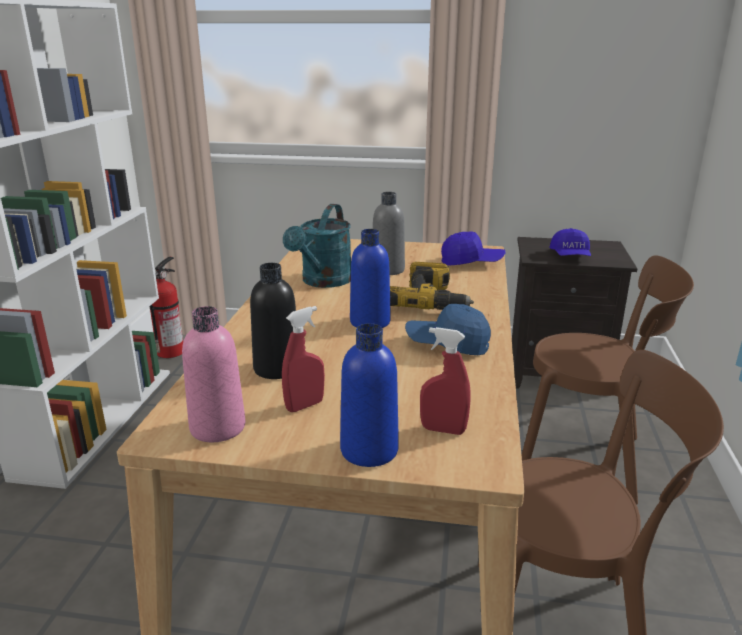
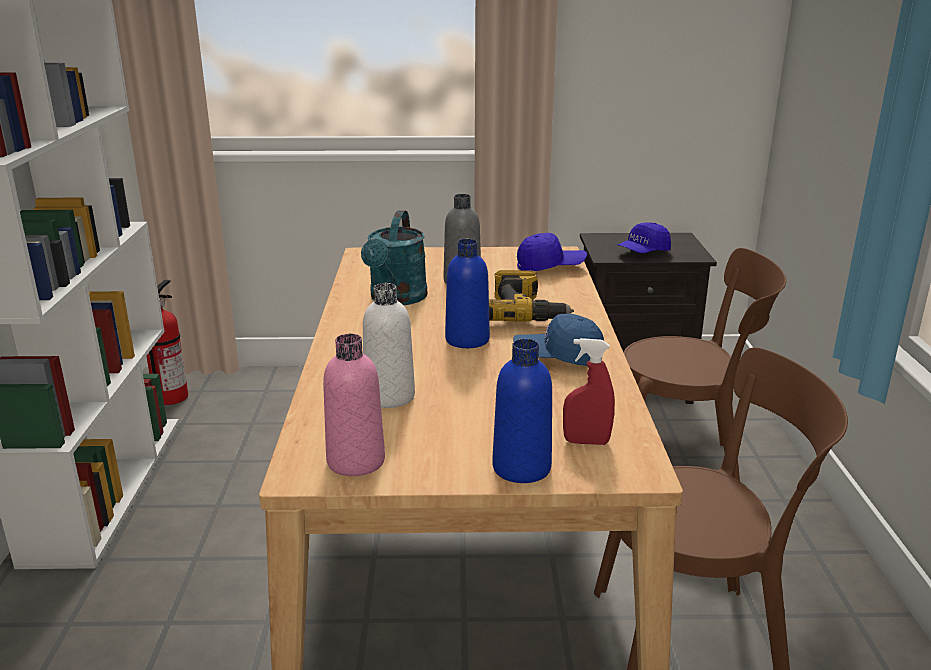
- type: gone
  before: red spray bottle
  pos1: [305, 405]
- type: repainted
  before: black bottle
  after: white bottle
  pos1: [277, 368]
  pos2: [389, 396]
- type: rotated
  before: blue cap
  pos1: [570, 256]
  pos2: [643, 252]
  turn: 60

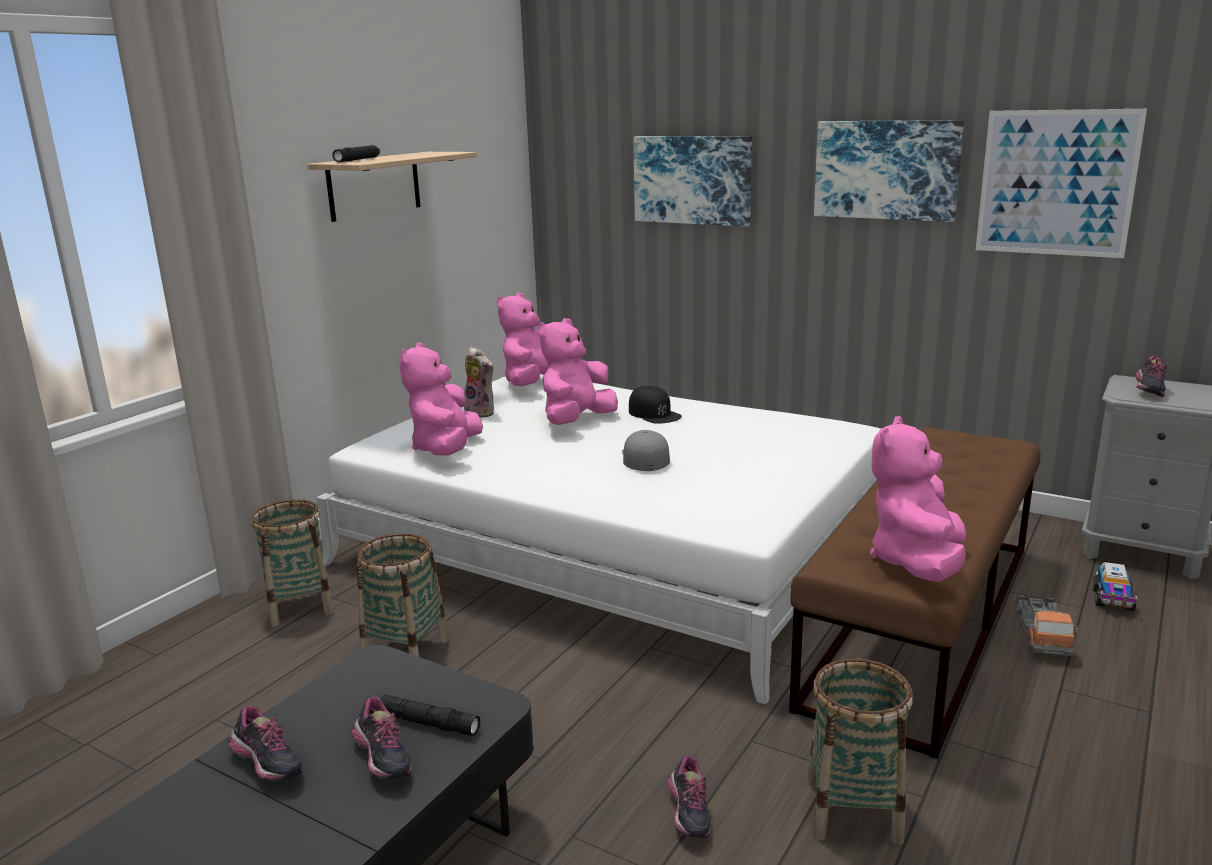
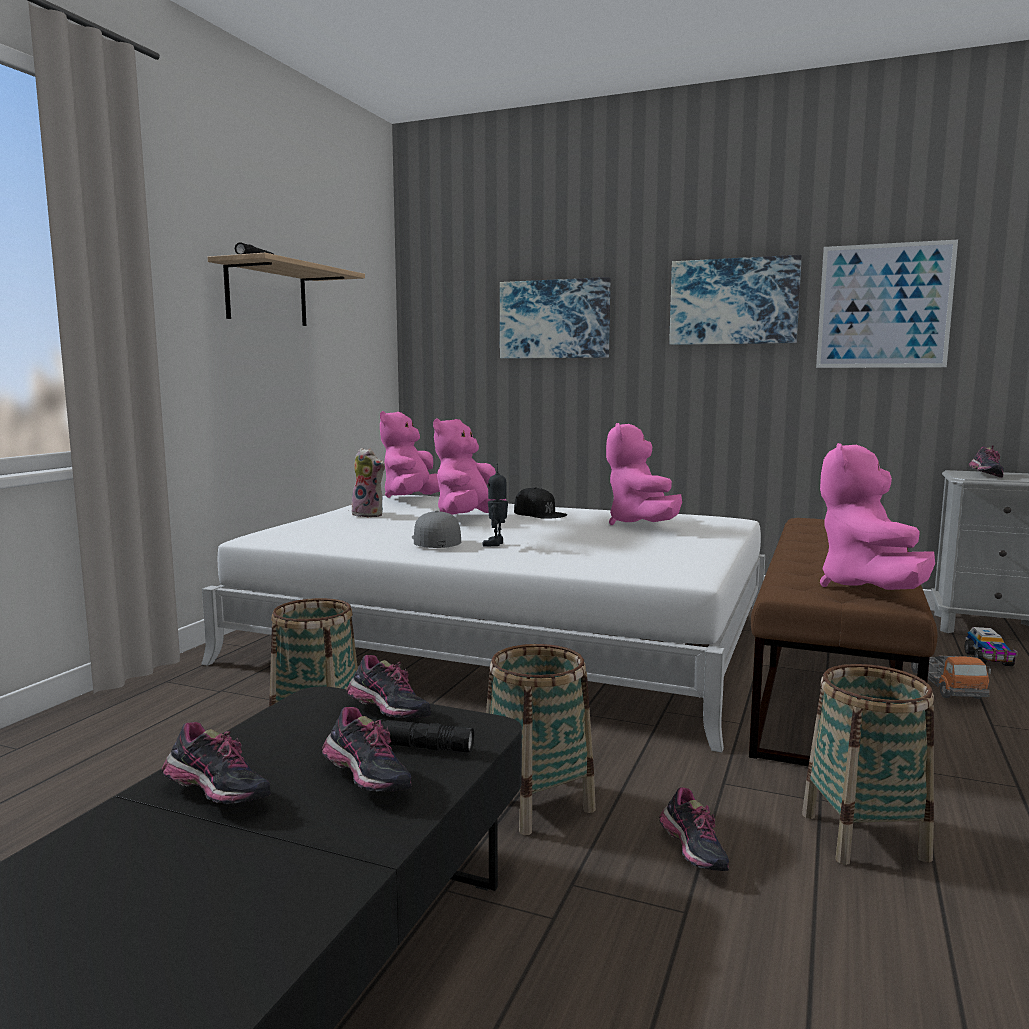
- type: new
  after: shoe
  pos2: [388, 715]
- type: new
  after: toy robot
  pos2: [496, 544]
- type: shifted
  before: basket
  pos1: [300, 606]
  pos2: [537, 803]
- type: shifted
  before: pink plush toy
  pos1: [446, 450]
  pos2: [640, 524]
- type: shifted
  before: grey cap
  pos1: [644, 458]
  pos2: [435, 540]

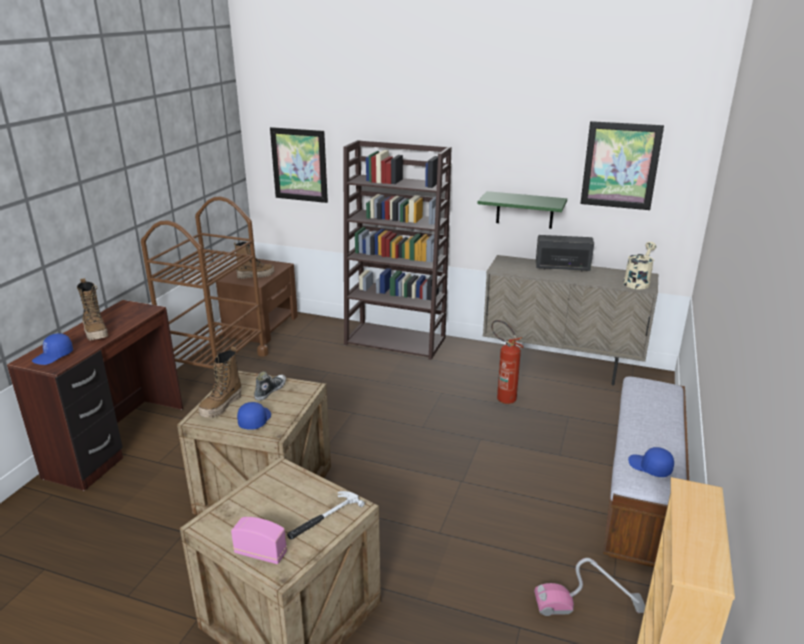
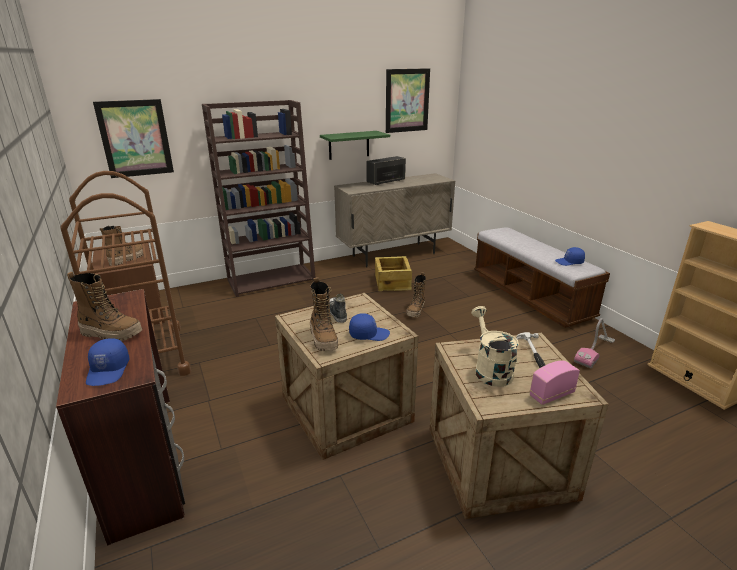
- type: new
  after: boot
  pos2: [416, 311]
- type: shifted
  before: beige watering can
  pos1: [637, 282]
  pos2: [490, 369]
- type: swapped
  before: fire extinguisher
  after: crate
  pos1: [502, 397]
  pos2: [393, 282]
- type: rotated
  before: blue cap
  pos1: [254, 420]
  pos2: [369, 334]
  turn: 120

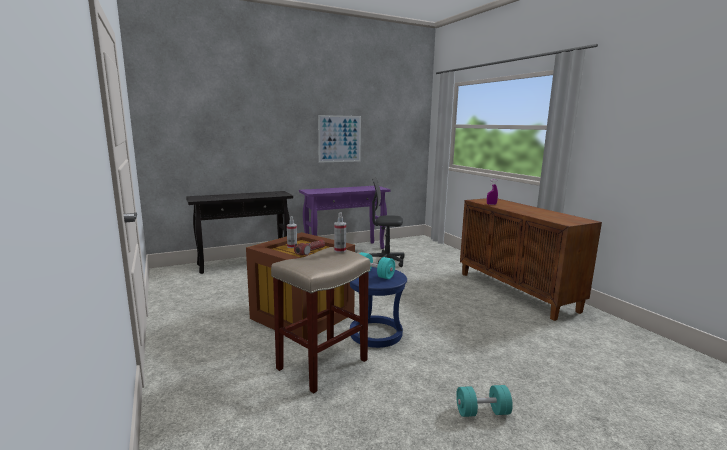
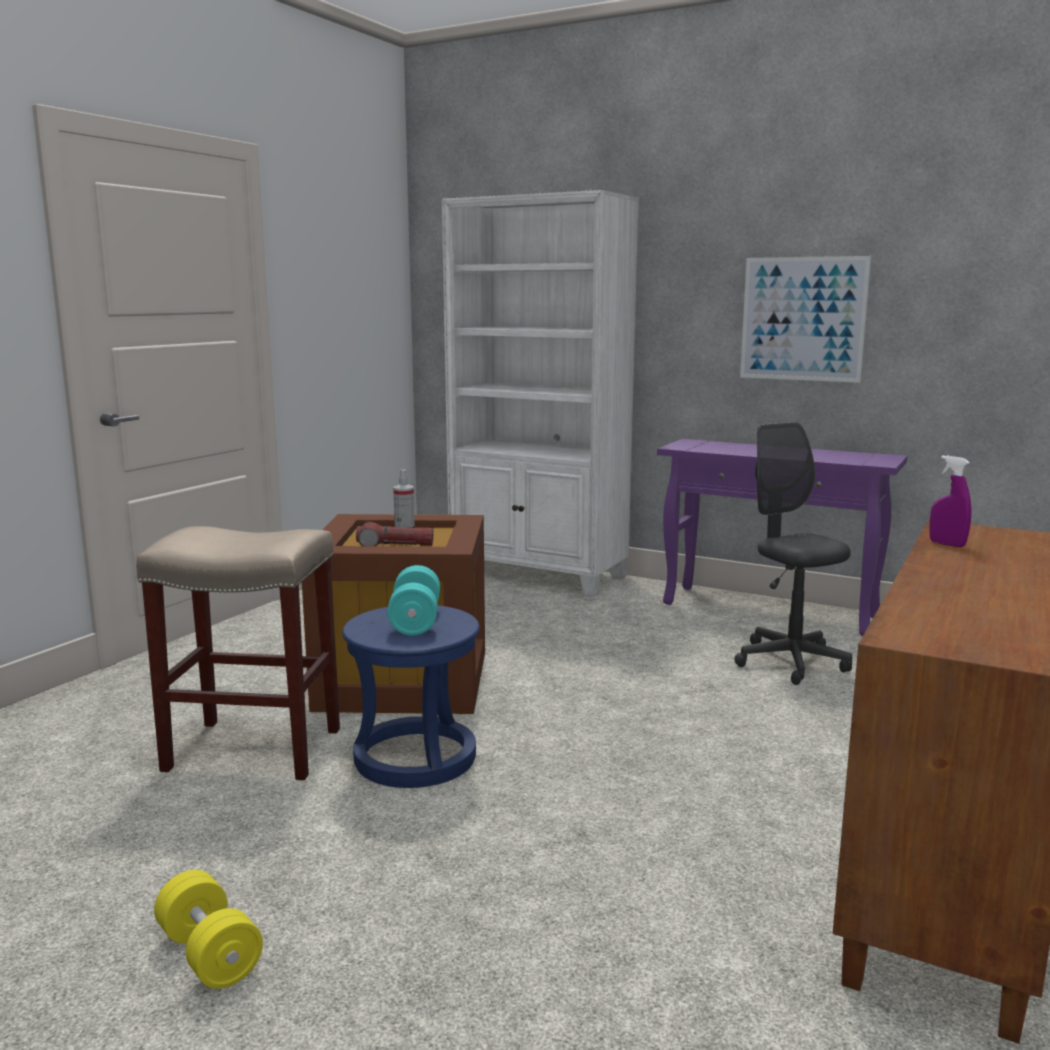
- type: gone
  before: spray bottle
  pos1: [340, 250]
- type: swapped
  before: black console table
  after: white bookcase
  pos1: [245, 263]
  pos2: [539, 575]
- type: repainted
  before: turquoise dumbbell
  after: yellow dumbbell
  pos1: [482, 412]
  pos2: [209, 954]

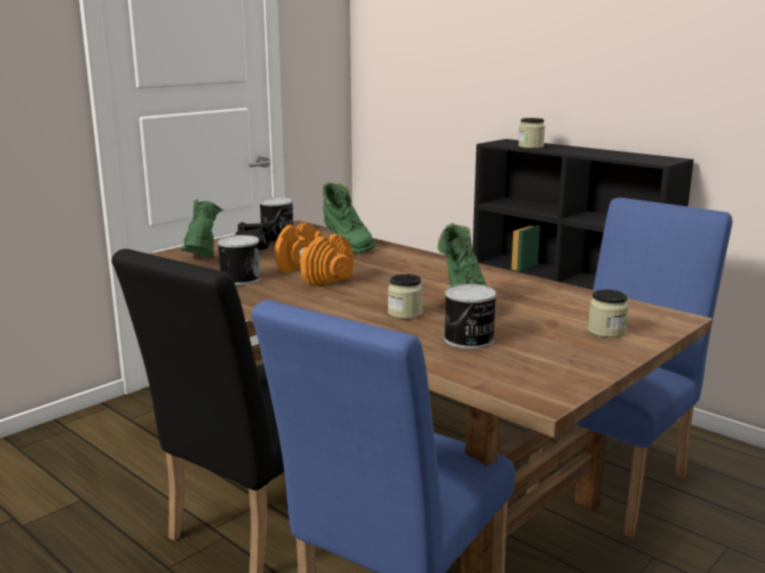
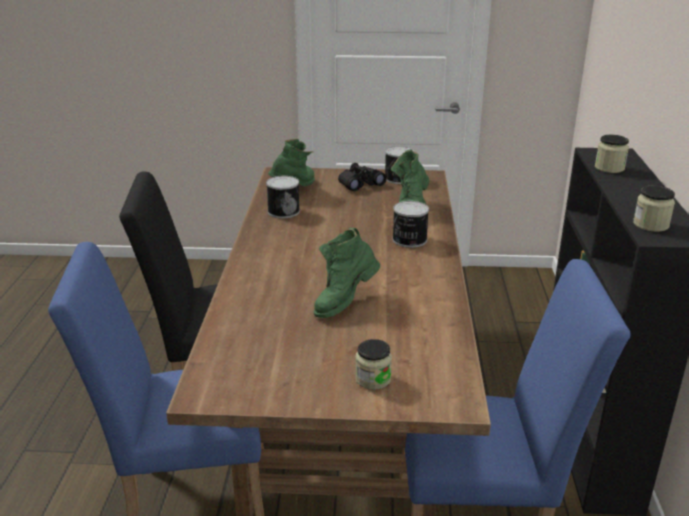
- type: gone
  before: orange dumbbell
  pos1: [313, 274]
- type: shifted
  before: jar
  pos1: [405, 313]
  pos2: [650, 224]
- type: shifted
  before: can
  pos1: [469, 340]
  pos2: [409, 240]

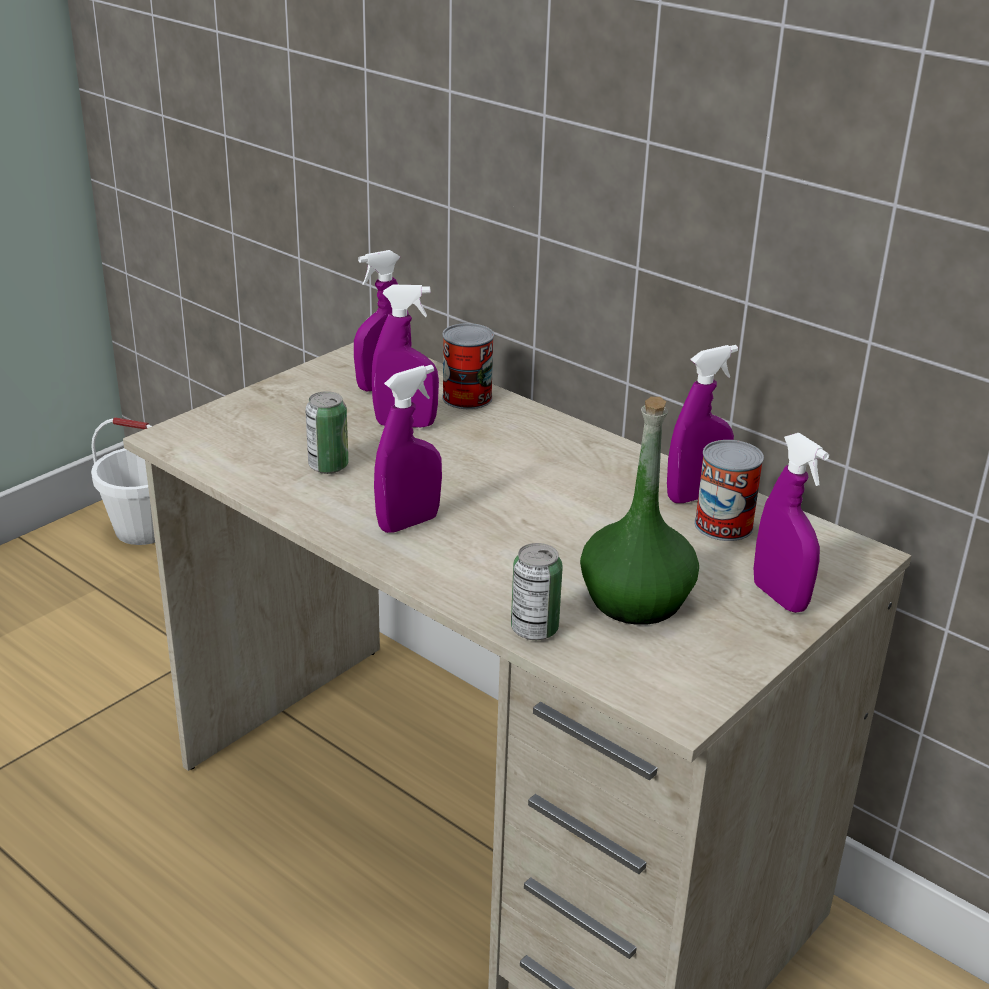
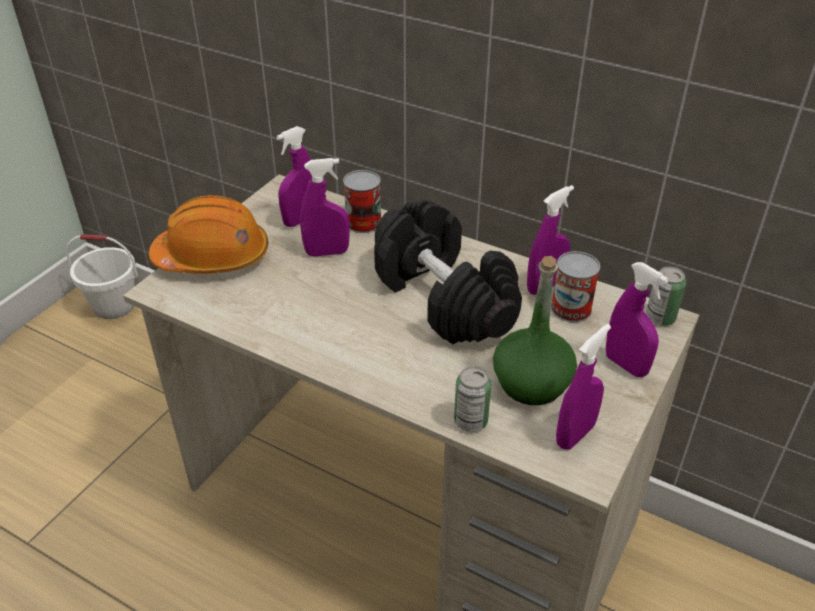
- type: new
  after: orange hard hat
  pos2: [213, 257]
- type: new
  after: black dumbbell
  pos2: [445, 298]
- type: shifted
  before: can
  pos1: [328, 466]
  pos2: [660, 318]
- type: shifted
  before: purple spray bottle
  pos1: [408, 523]
  pos2: [575, 435]

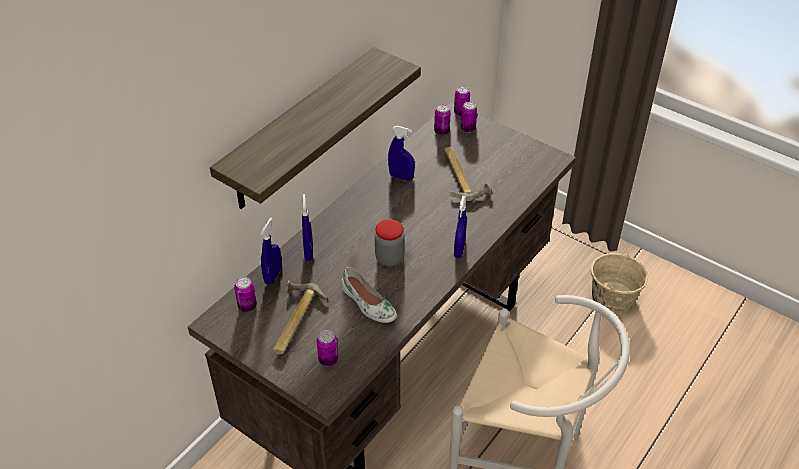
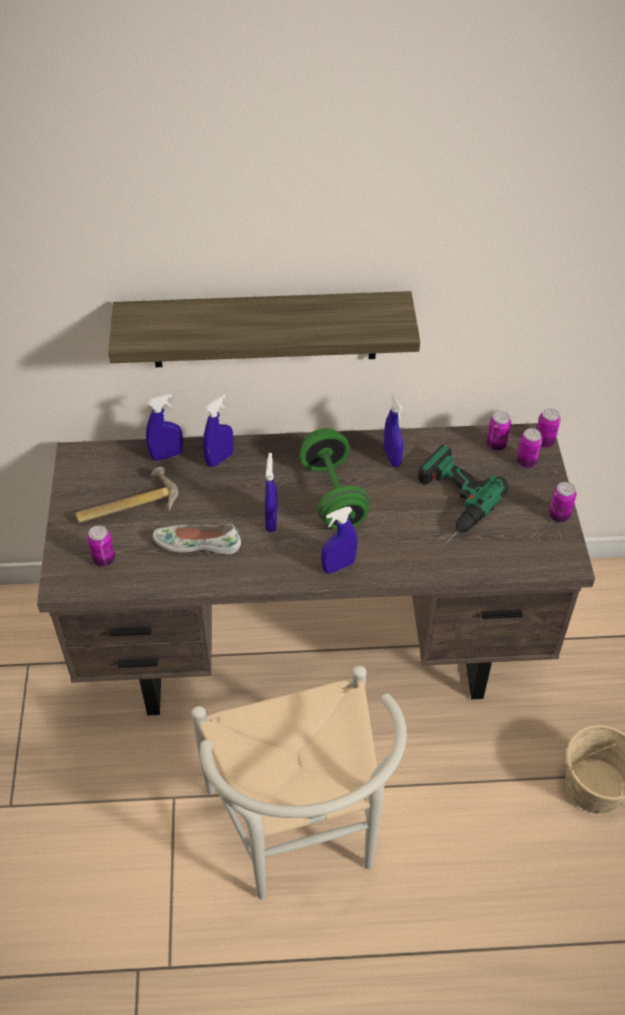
- type: new
  after: green dumbbell
  pos2: [333, 495]
- type: shifted
  before: can
  pos1: [247, 306]
  pos2: [558, 516]
- type: swapped
  before: jar
  after: blue spray bottle
  pos1: [389, 258]
  pos2: [271, 520]
- type: swapped
  before: hammer
  after: power drill
  pos1: [462, 176]
  pos2: [448, 503]
- type: rotated
  before: white shoe
  pos1: [368, 304]
  pos2: [197, 543]
  turn: 90

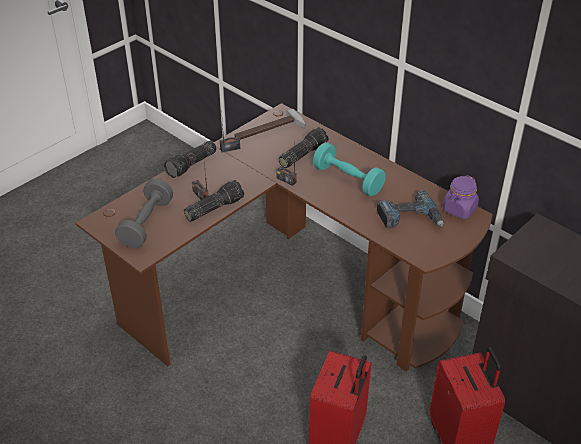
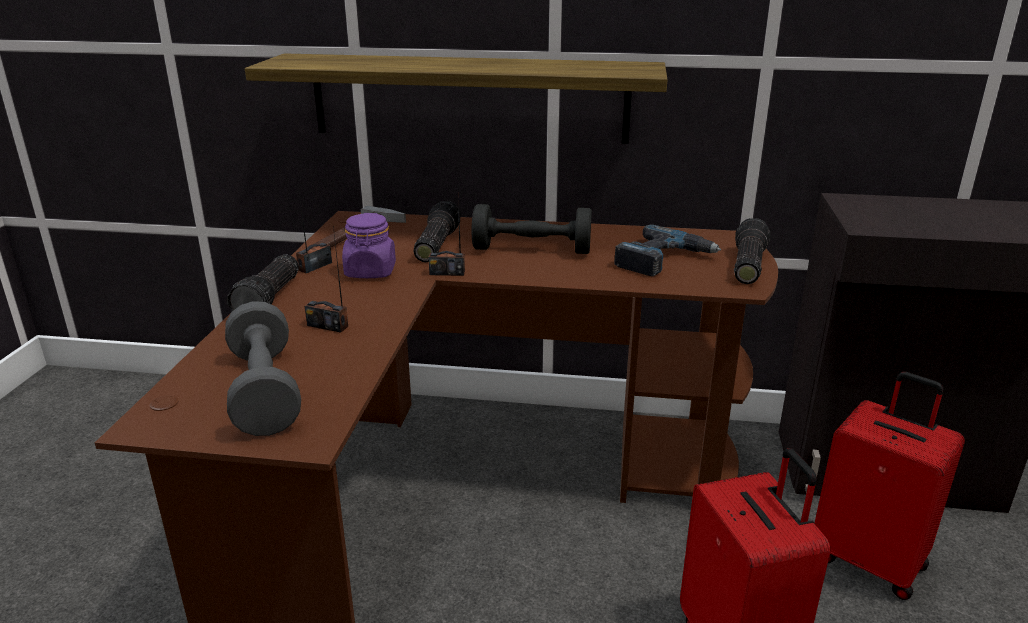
- type: new
  after: shelf
  pos2: [469, 98]
- type: shifted
  before: flashlight
  pos1: [214, 208]
  pos2: [746, 265]
- type: shifted
  before: purple jar
  pos1: [459, 209]
  pos2: [370, 272]
- type: repainted
  before: turquoise dumbbell
  after: black dumbbell
  pos1: [348, 179]
  pos2: [532, 250]

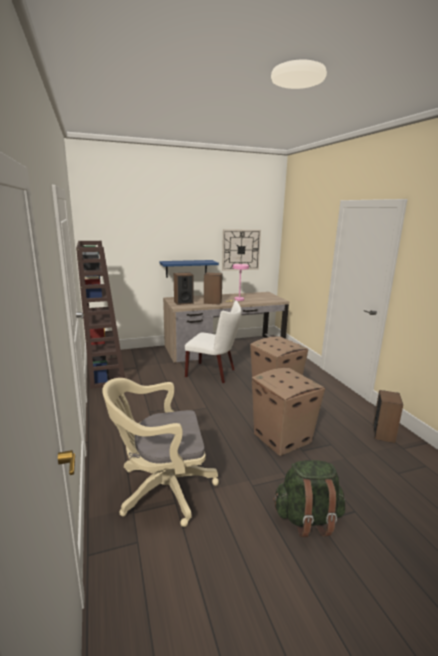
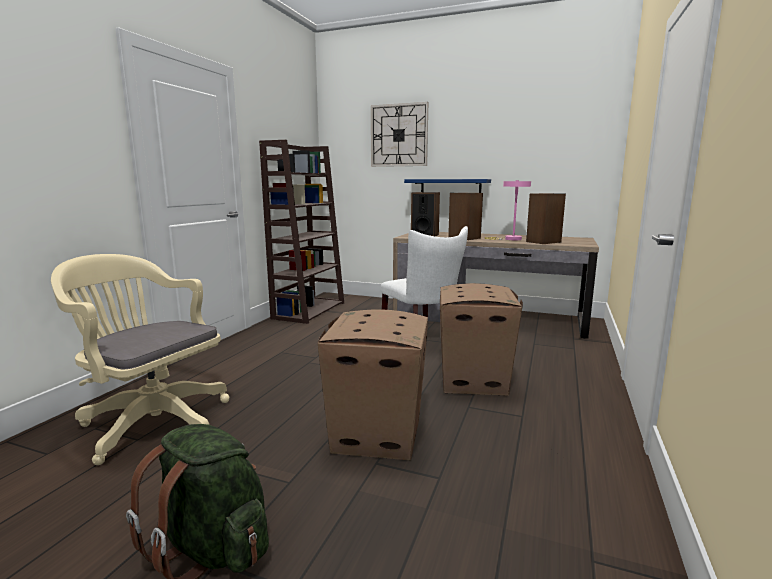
- type: shifted
  before: wall clock
  pos1: [241, 250]
  pos2: [399, 135]
- type: shifted
  before: speaker
  pos1: [383, 434]
  pos2: [543, 242]

